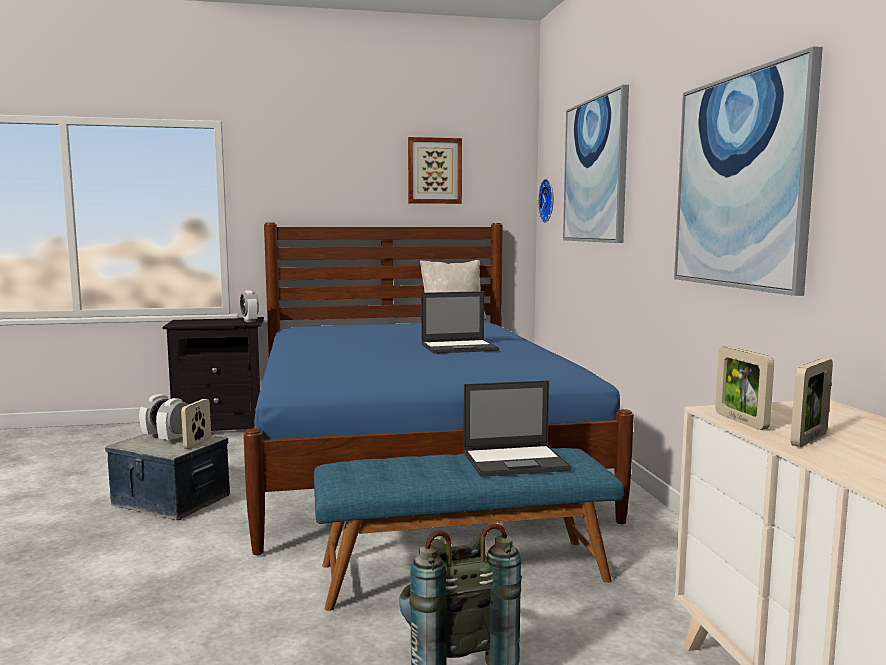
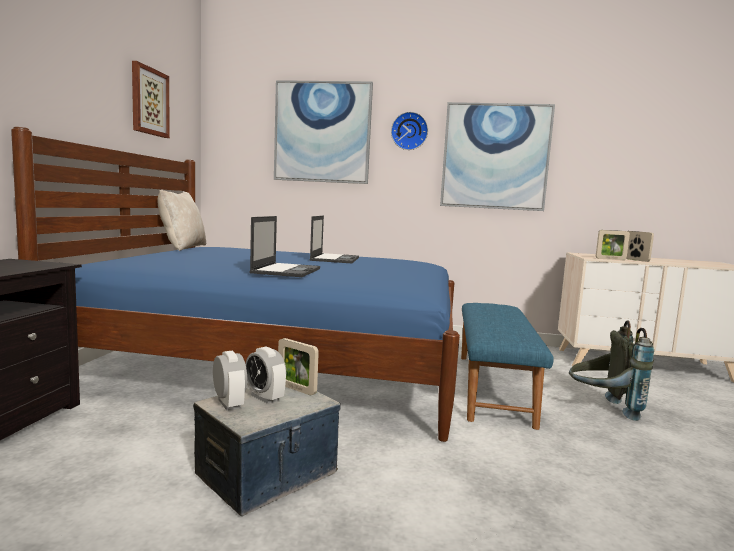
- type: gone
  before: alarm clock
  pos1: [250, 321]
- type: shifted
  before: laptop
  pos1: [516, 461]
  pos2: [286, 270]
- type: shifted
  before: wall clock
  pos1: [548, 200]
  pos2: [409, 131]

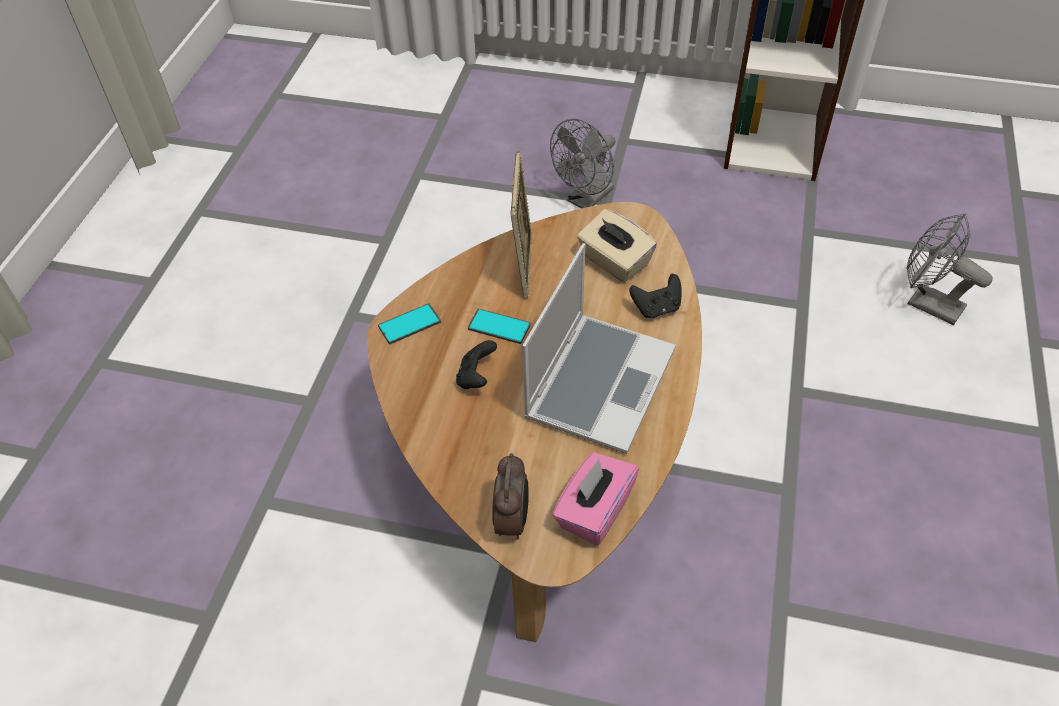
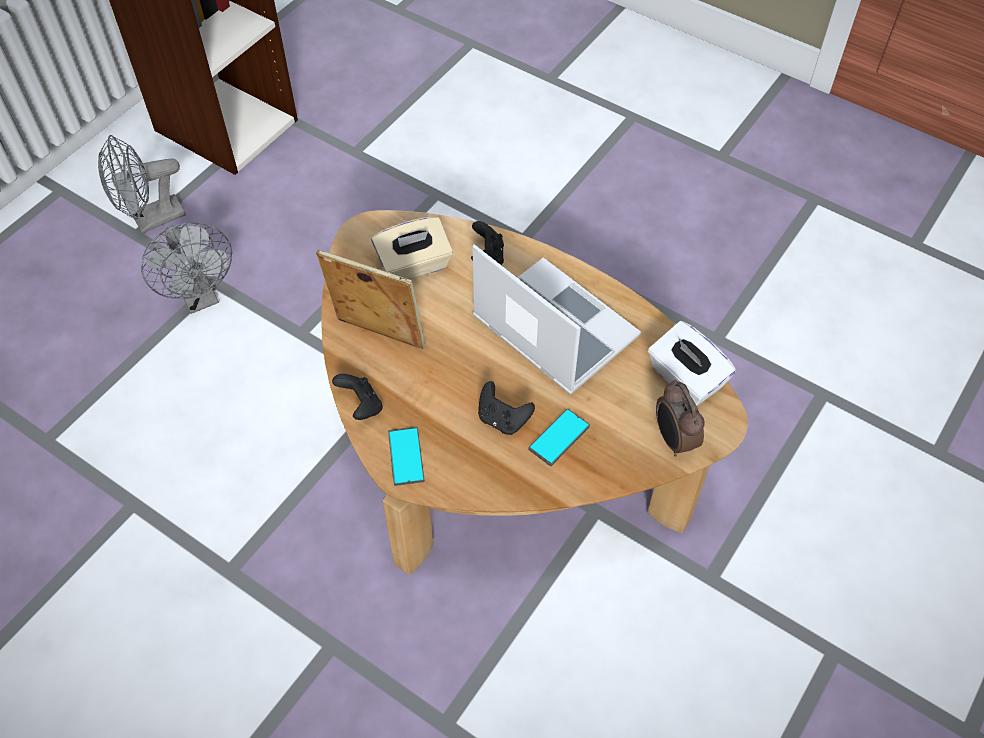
- type: new
  after: black game controller
  pos2: [361, 406]
- type: shifted
  before: phone
  pos1: [499, 327]
  pos2: [559, 438]
- type: shifted
  before: grey fan
  pos1: [926, 303]
  pos2: [151, 220]
- type: repainted
  before: pink tissue box
  after: white tissue box
  pos1: [594, 511]
  pos2: [685, 379]
- type: rotated
  before: alarm clock
  pos1: [512, 520]
  pos2: [673, 440]
  turn: -135

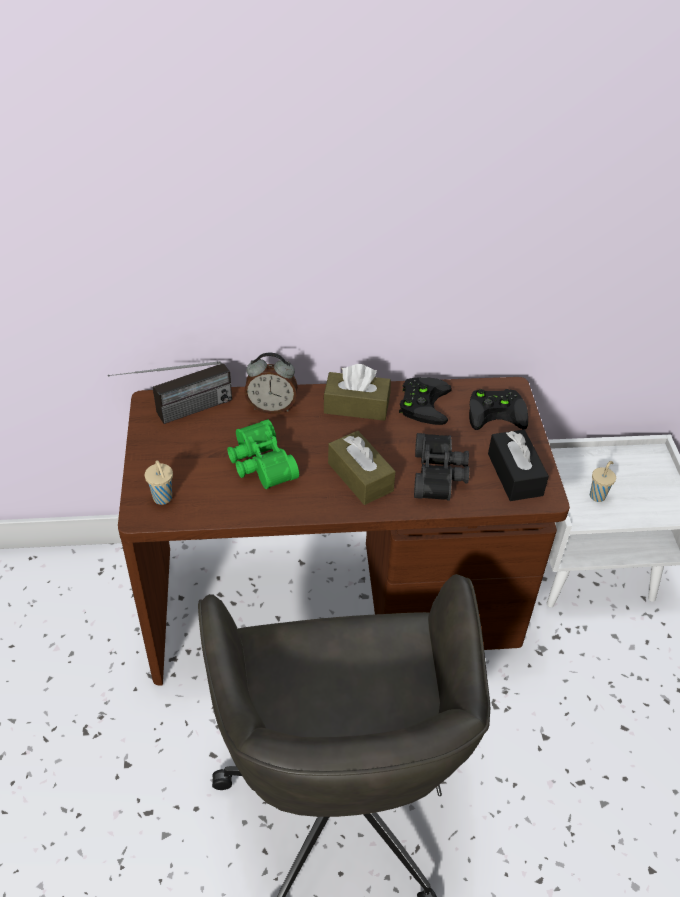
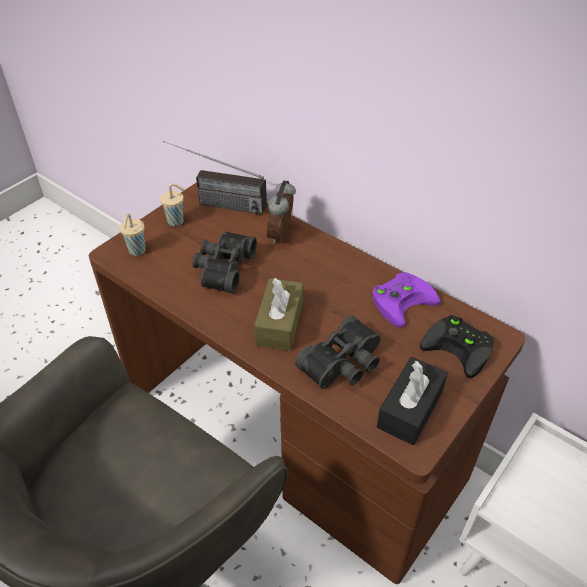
- type: gone
  before: brown tissue box
  pos1: [356, 406]
- type: shifted
  before: beige cup
  pos1: [598, 495]
  pos2: [176, 221]
- type: repainted
  before: green binoculars
  after: black binoculars
  pos1: [259, 464]
  pos2: [222, 268]
- type: repainted
  before: black game controller
  after: purple game controller
  pos1: [422, 402]
  pos2: [402, 299]
- type: rotated
  before: alarm clock
  pos1: [271, 407]
  pos2: [282, 235]
  turn: 60

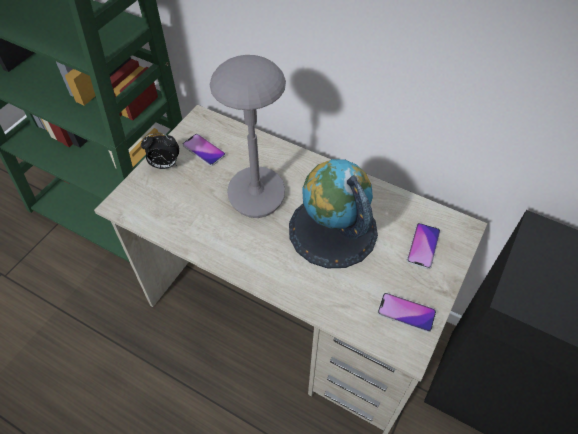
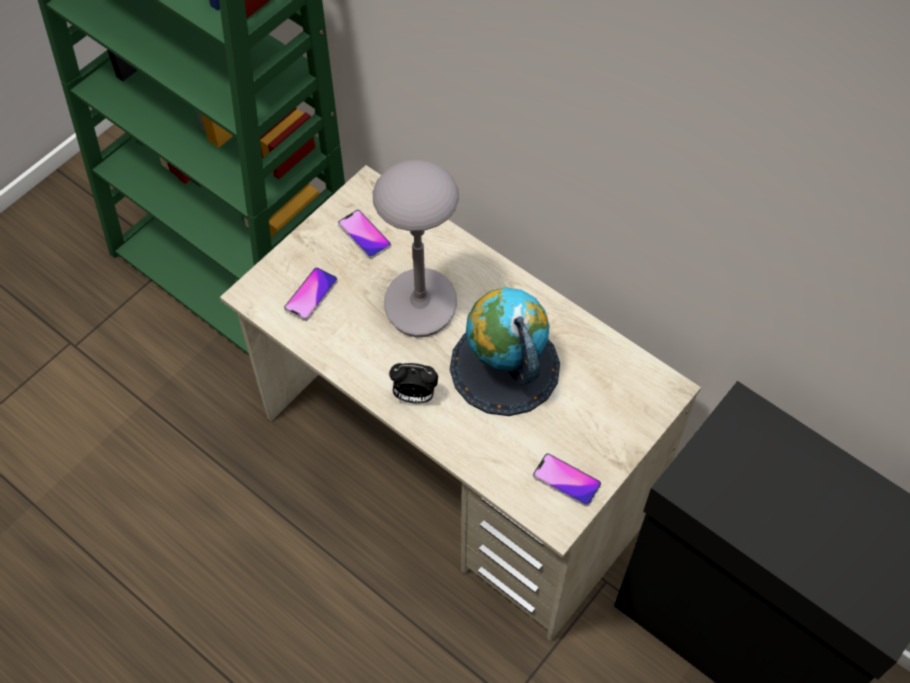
- type: shifted
  before: alarm clock
  pos1: [164, 165]
  pos2: [414, 396]
- type: shifted
  before: phone
  pos1: [423, 246]
  pos2: [311, 294]

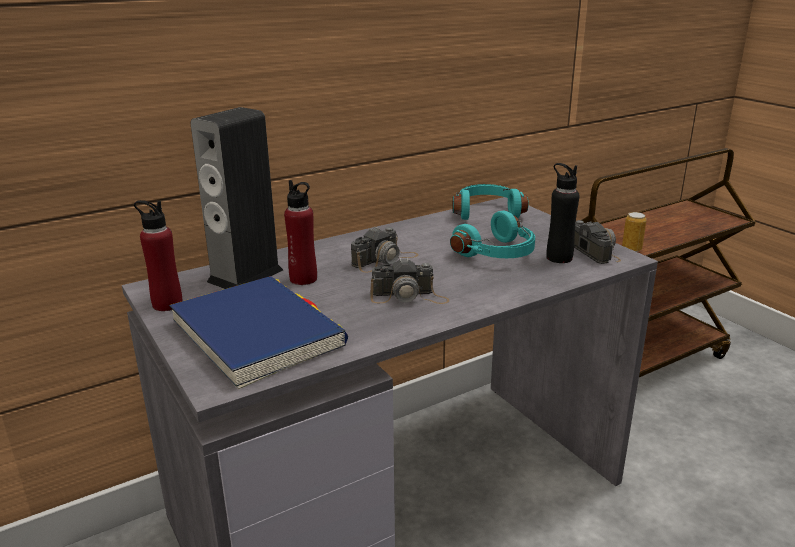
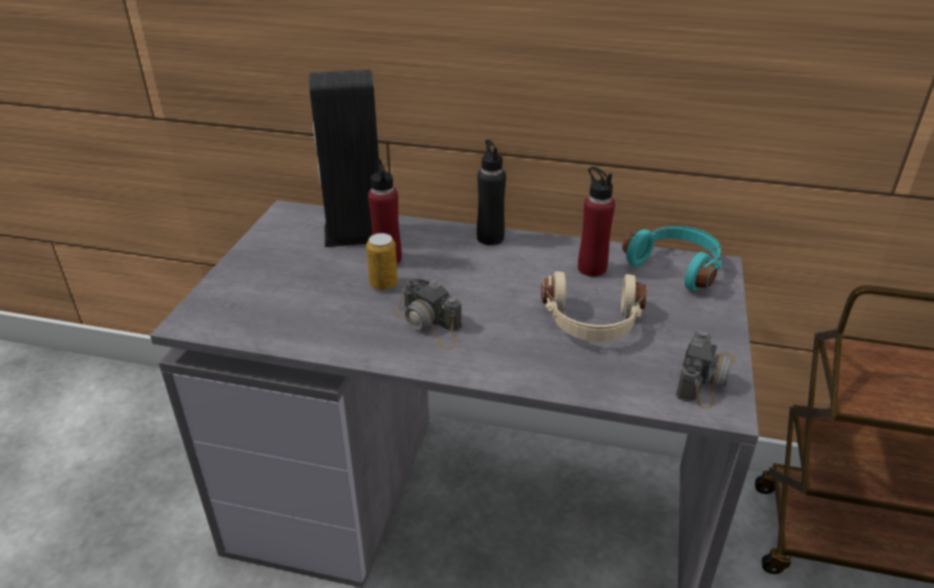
- type: gone
  before: blue book
  pos1: [257, 334]
- type: gone
  before: photo camera
  pos1: [385, 260]
- type: shifted
  before: red bottle
  pos1: [167, 304]
  pos2: [592, 268]
- type: shifted
  before: black bottle
  pos1: [559, 257]
  pos2: [490, 238]
- type: shifted
  before: can
  pos1: [631, 249]
  pos2: [383, 284]
- type: repainted
  before: turquoise headphones
  after: beige headphones
  pos1: [498, 253]
  pos2: [592, 323]

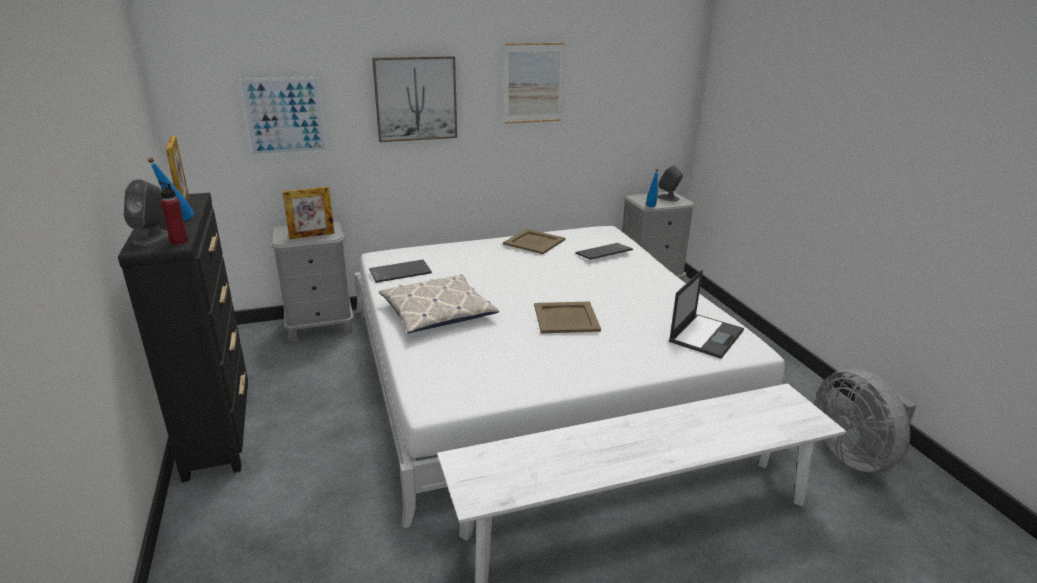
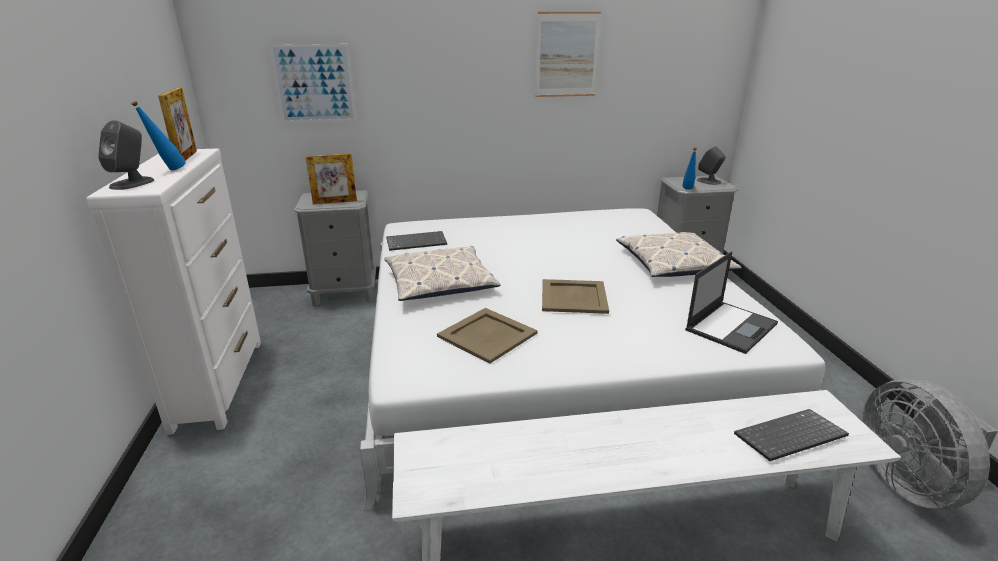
- type: gone
  before: red bottle
  pos1: [179, 242]
- type: gone
  before: picture
  pos1: [415, 98]
- type: new
  after: pillow
  pos2: [673, 264]
- type: shifted
  before: beige tray
  pos1: [533, 242]
  pos2: [486, 335]
- type: shifted
  before: keyboard
  pos1: [604, 253]
  pos2: [790, 438]
- type: repainted
  before: black dresser
  after: white dresser
  pos1: [218, 427]
  pos2: [219, 382]

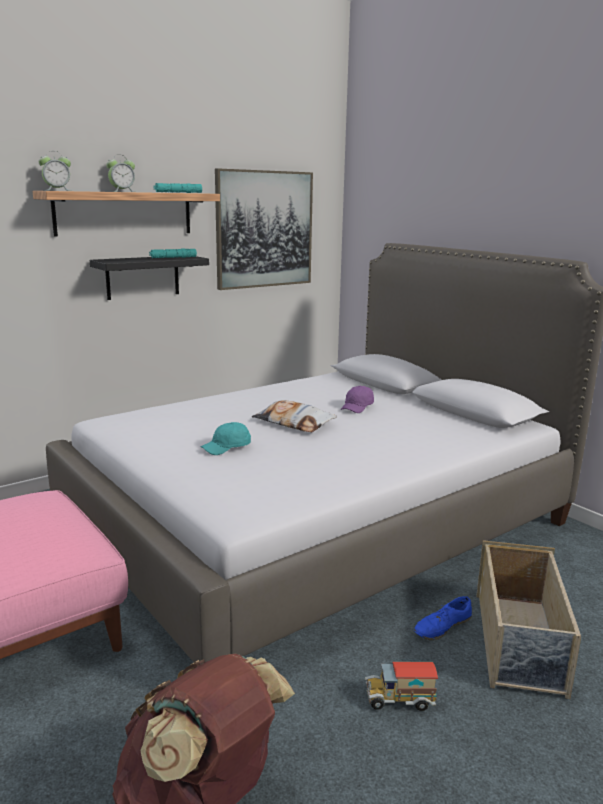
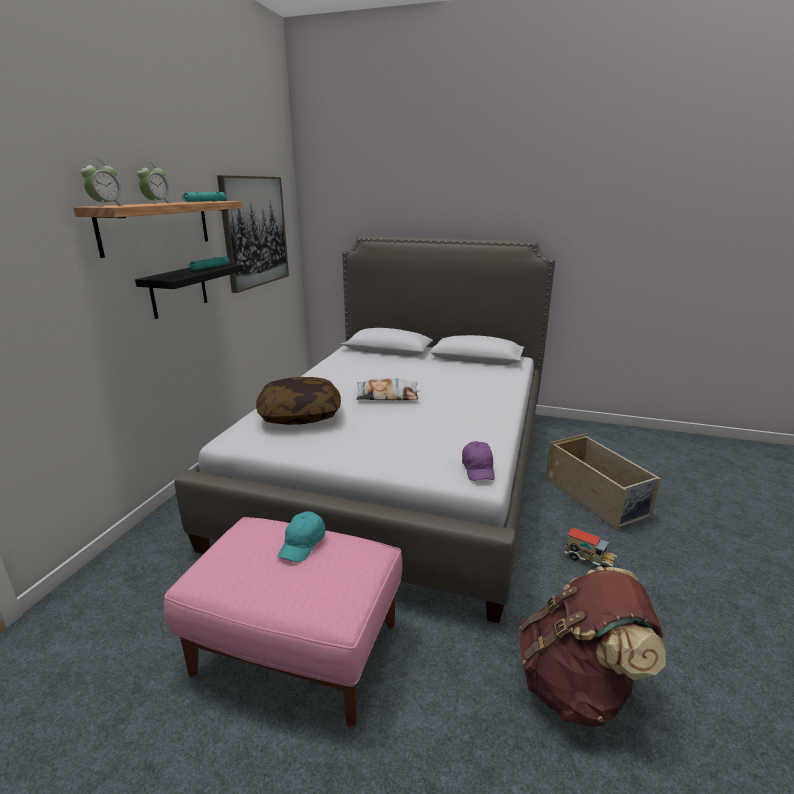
- type: gone
  before: blue shoe
  pos1: [442, 626]
- type: new
  after: pillow
  pos2: [300, 414]
- type: shifted
  before: turquoise cap
  pos1: [227, 448]
  pos2: [303, 544]
- type: shifted
  before: purple cap
  pos1: [357, 407]
  pos2: [478, 469]
- type: rotated
  before: toy truck
  pos1: [399, 700]
  pos2: [589, 561]
  turn: -105

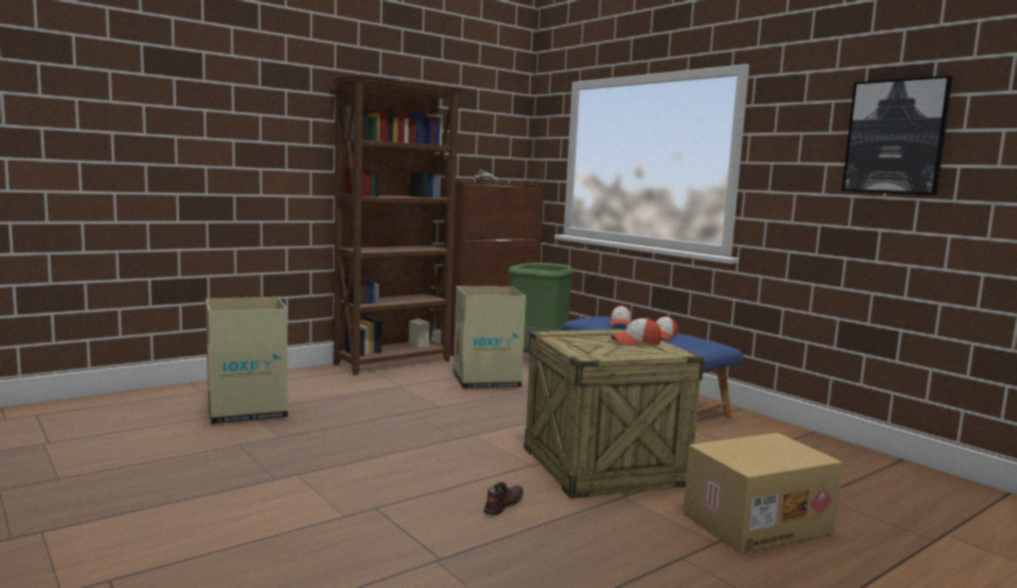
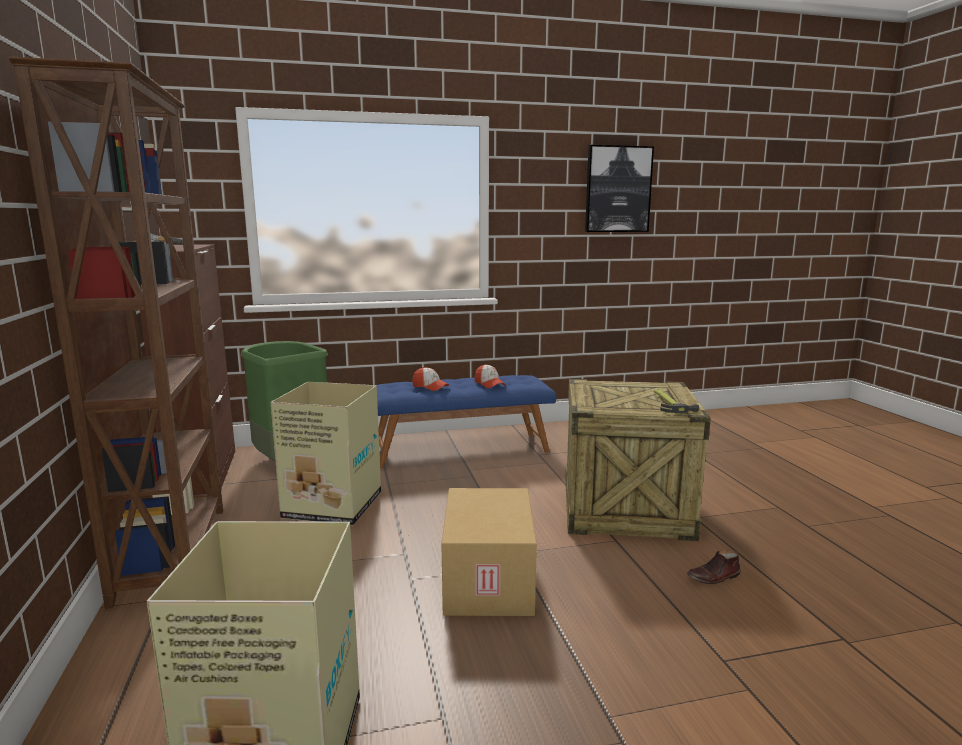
- type: gone
  before: cap
  pos1: [636, 343]
- type: new
  after: hammer
  pos2: [668, 403]
- type: shifted
  before: cardboard box
  pos1: [756, 522]
  pos2: [486, 579]
- type: rotated
  before: brown shoe
  pos1: [503, 505]
  pos2: [714, 577]
  turn: -75

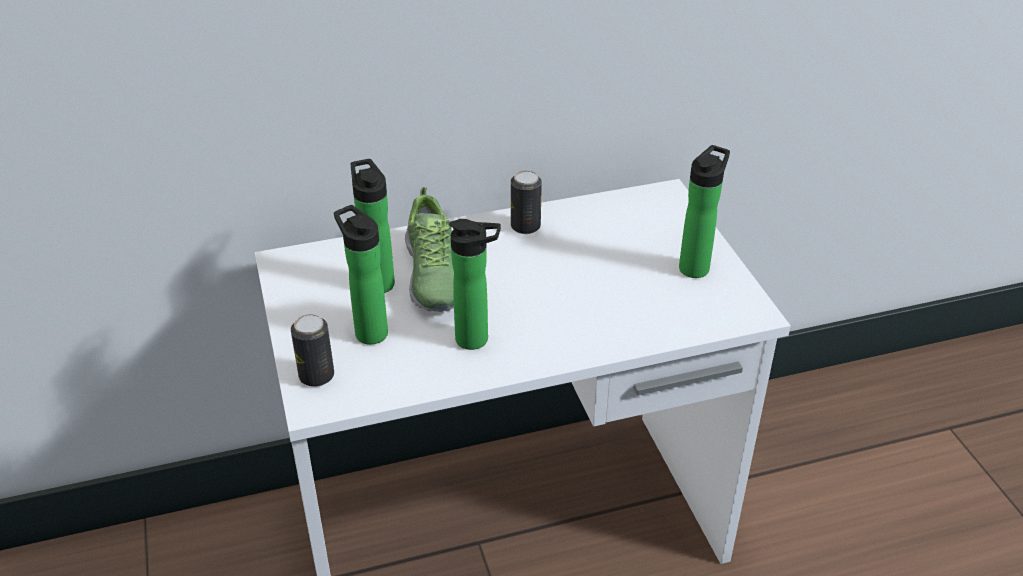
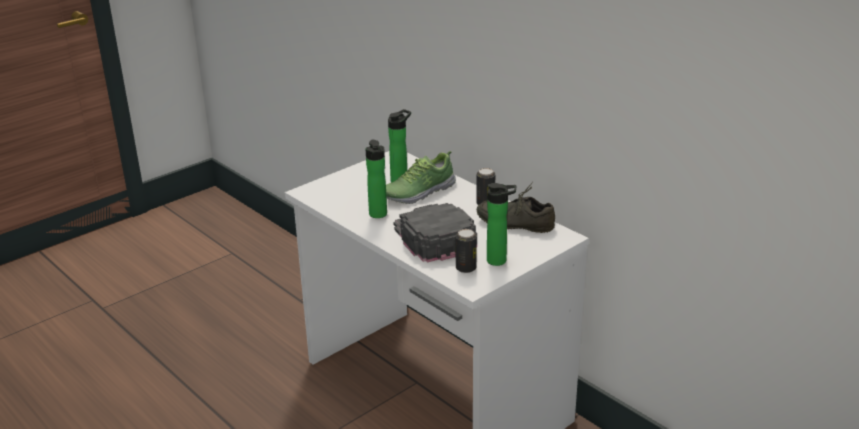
- type: gone
  before: bottle
  pos1: [368, 331]
- type: new
  after: black cap
  pos2: [432, 236]
- type: new
  after: grey shoe
  pos2: [515, 222]
- type: shifted
  before: can
  pos1: [316, 376]
  pos2: [466, 268]

